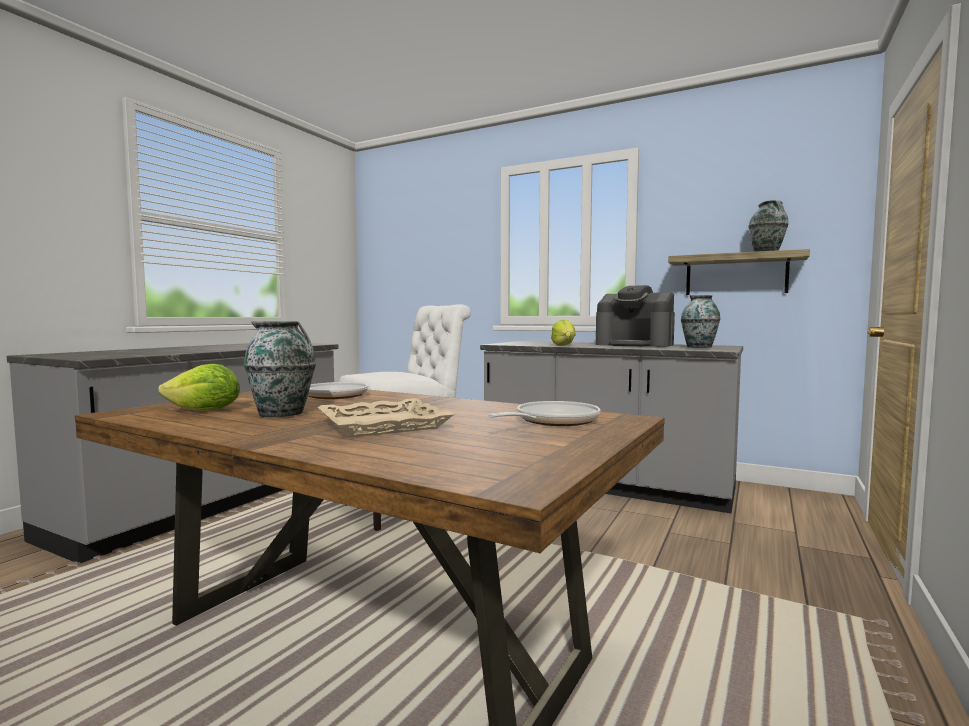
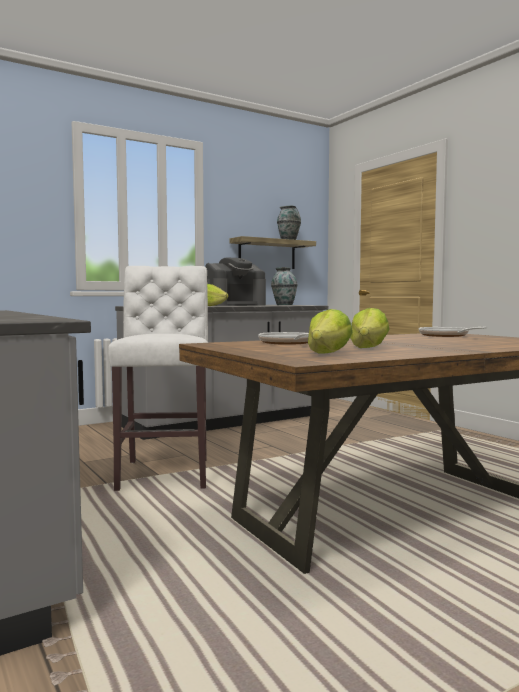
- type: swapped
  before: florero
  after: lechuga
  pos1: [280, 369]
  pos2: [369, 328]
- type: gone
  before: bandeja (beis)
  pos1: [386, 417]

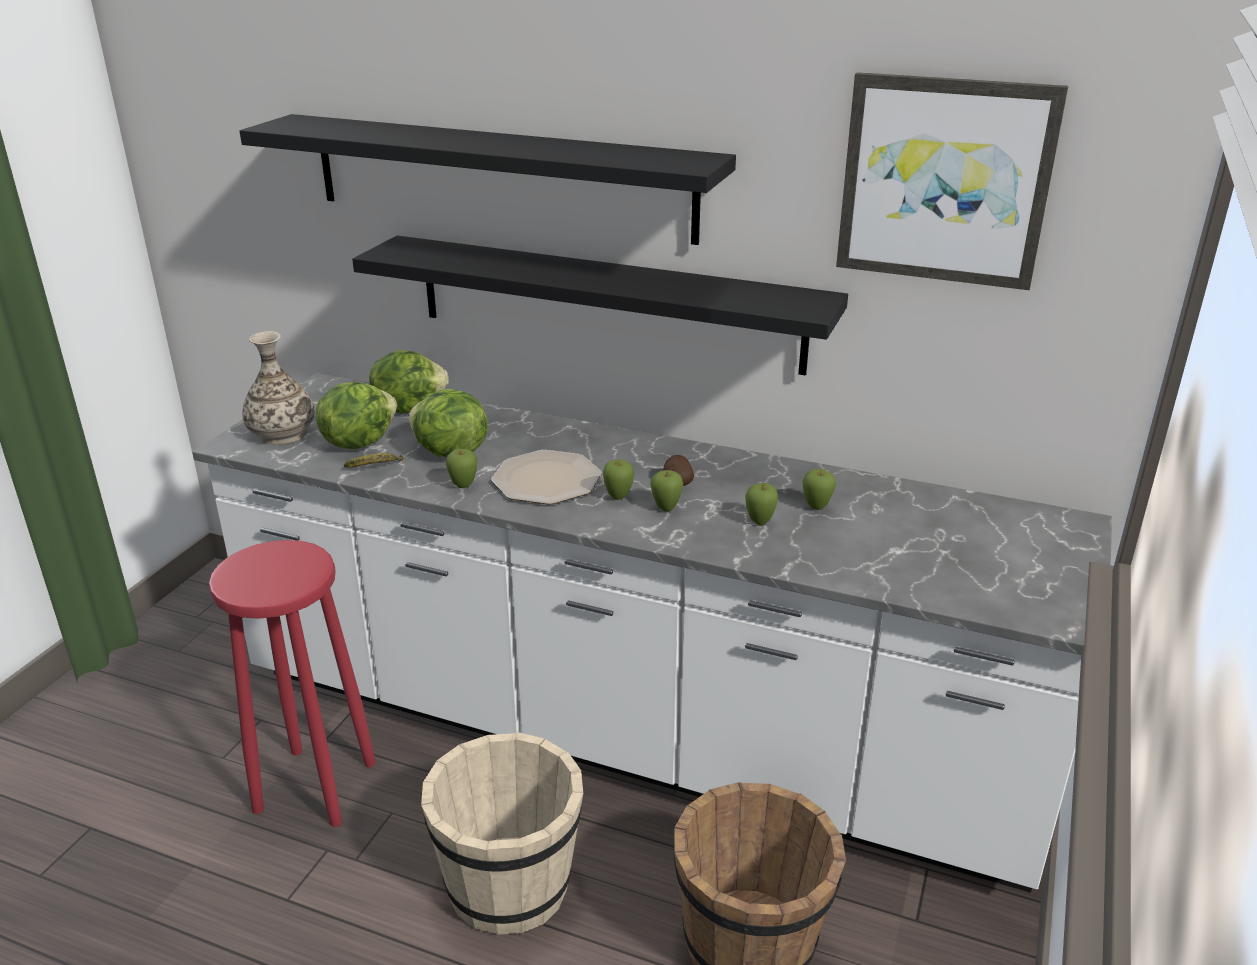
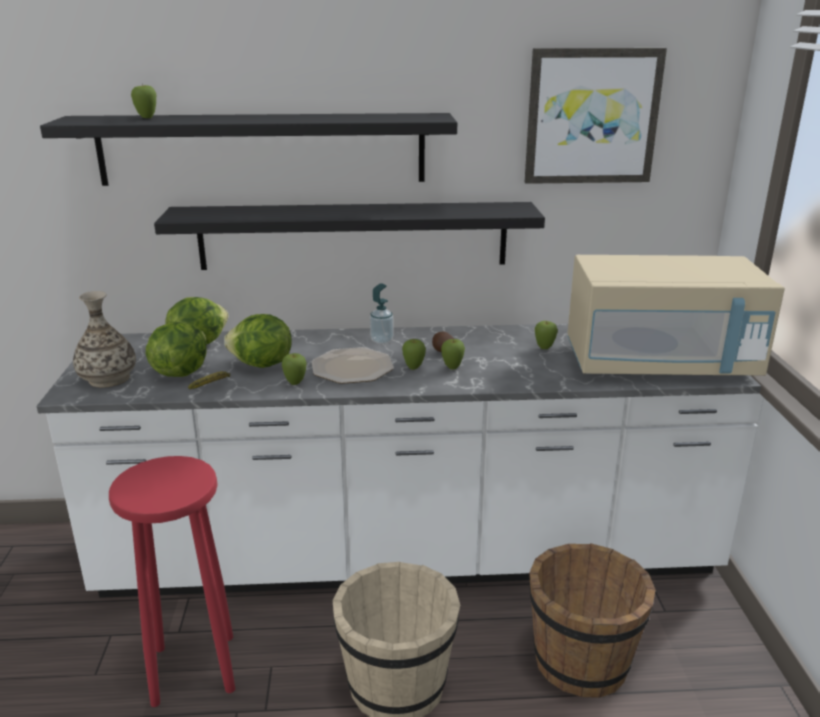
- type: shifted
  before: manzana
  pos1: [761, 504]
  pos2: [143, 101]
- type: new
  after: dispensador de jabón
  pos2: [382, 313]
- type: new
  after: microondas (beis)
  pos2: [676, 315]

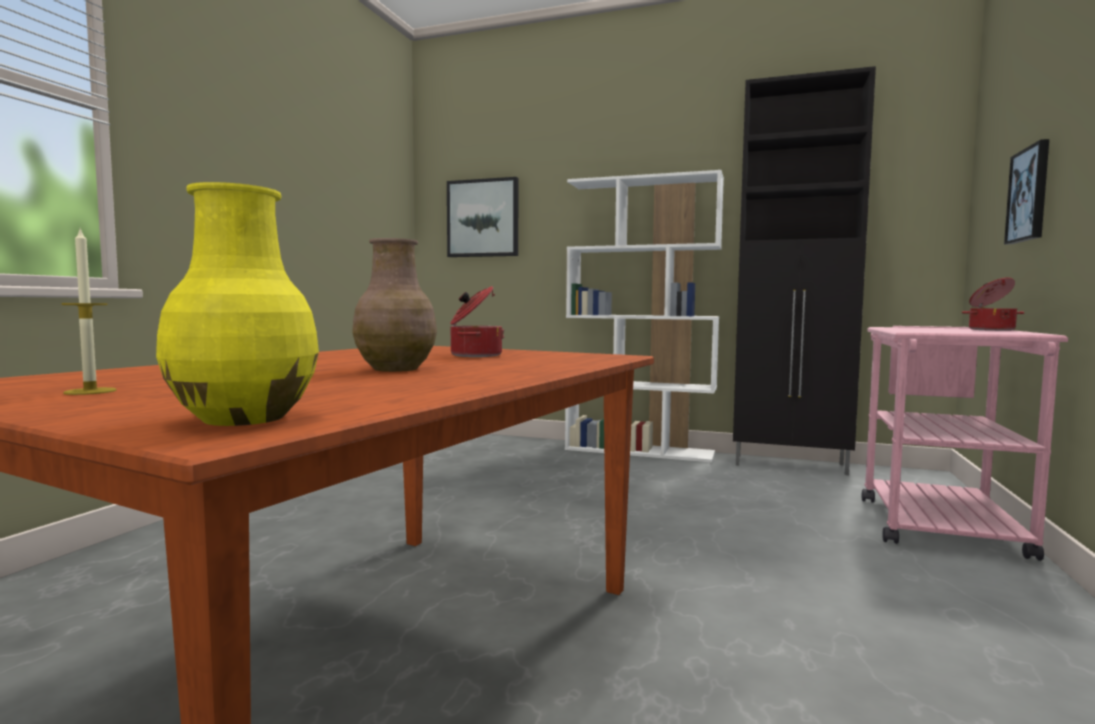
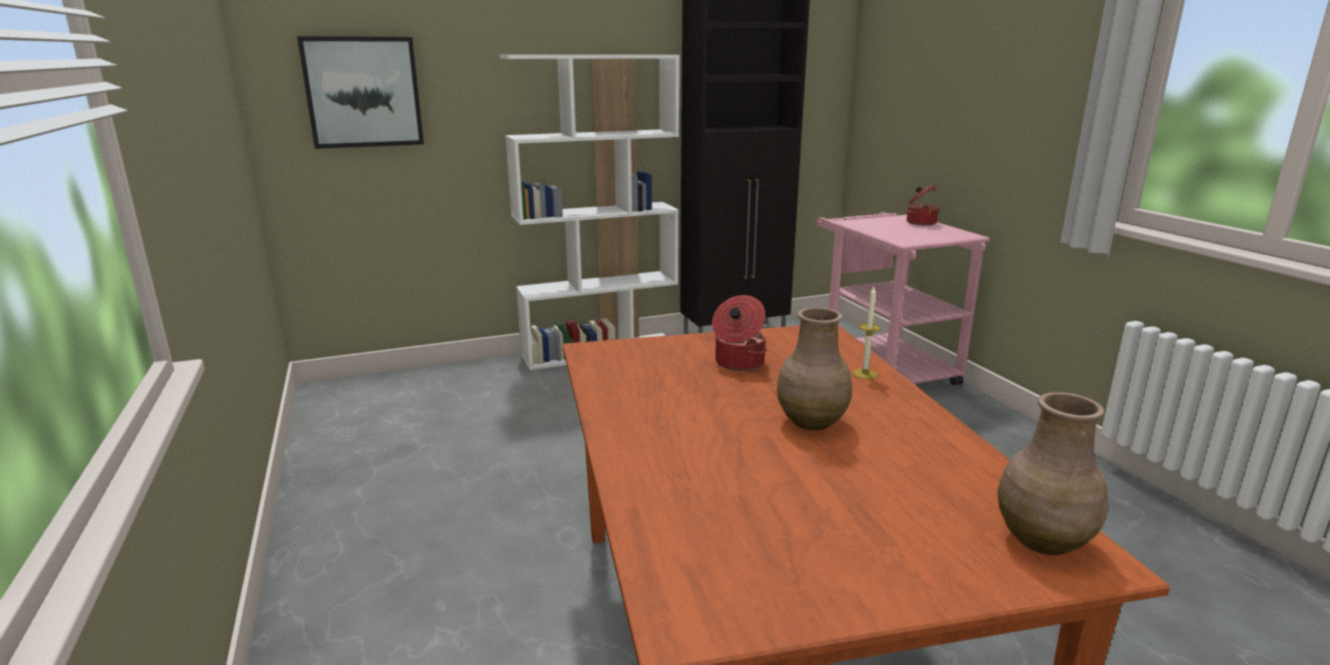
- type: shifted
  before: vela
  pos1: [89, 311]
  pos2: [867, 333]
- type: repainted
  before: florero (amarillo)
  after: florero (marrón)
  pos1: [237, 304]
  pos2: [1052, 473]
- type: gone
  before: cuadro
  pos1: [1026, 191]

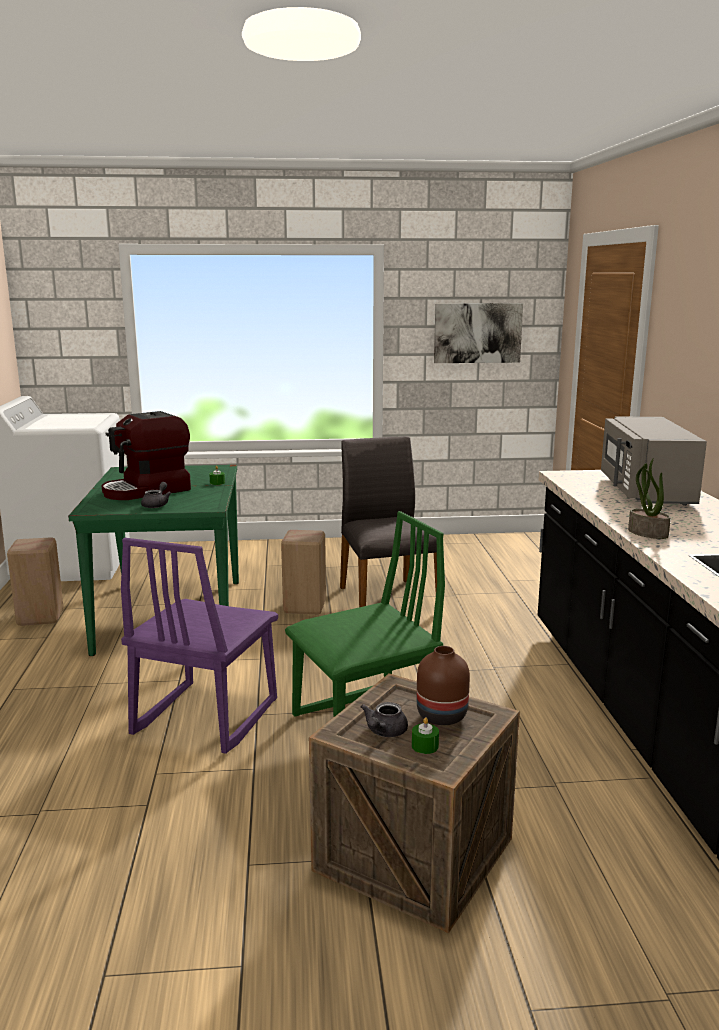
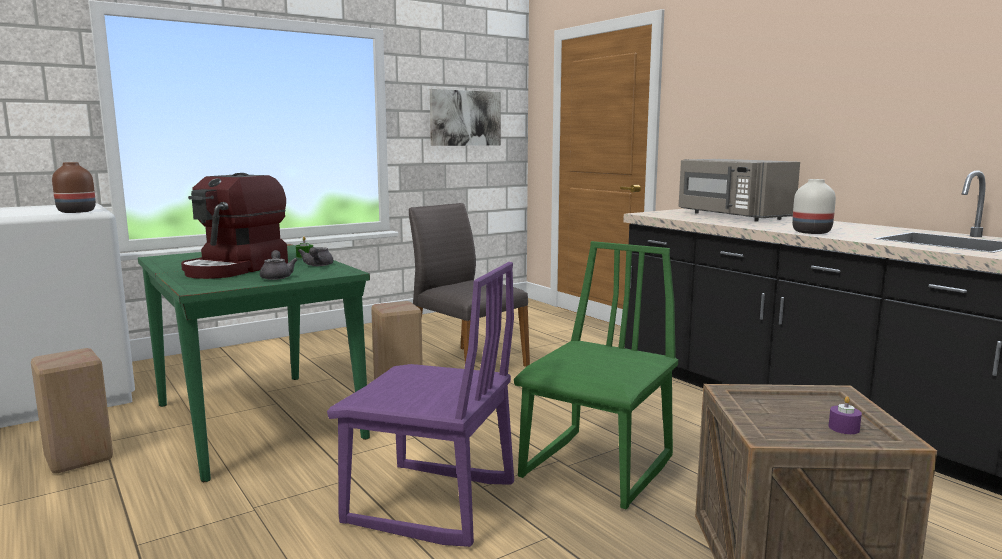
- type: shifted
  before: florero (marrón)
  pos1: [443, 685]
  pos2: [74, 187]
- type: shifted
  before: tetera (gris)
  pos1: [384, 719]
  pos2: [315, 256]
- type: rotated
  before: silla (morado)
  pos1: [199, 646]
  pos2: [420, 404]
  turn: -60
- type: swapped
  before: planta en maceta
  after: florero (blanco)
  pos1: [649, 498]
  pos2: [814, 206]
- type: repainted
  before: vela (verde)
  after: vela (morado)
  pos1: [425, 735]
  pos2: [845, 415]

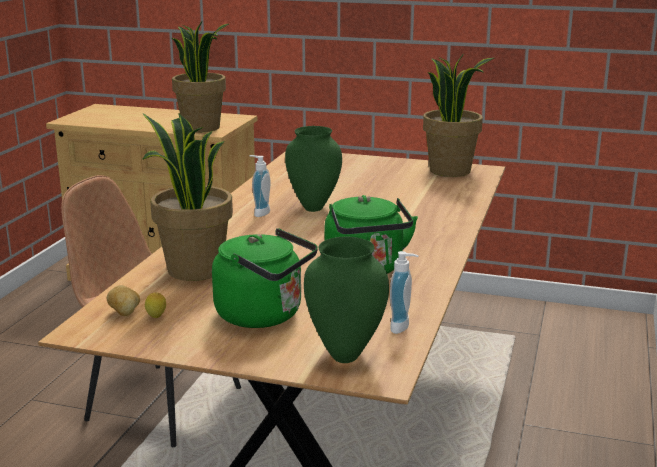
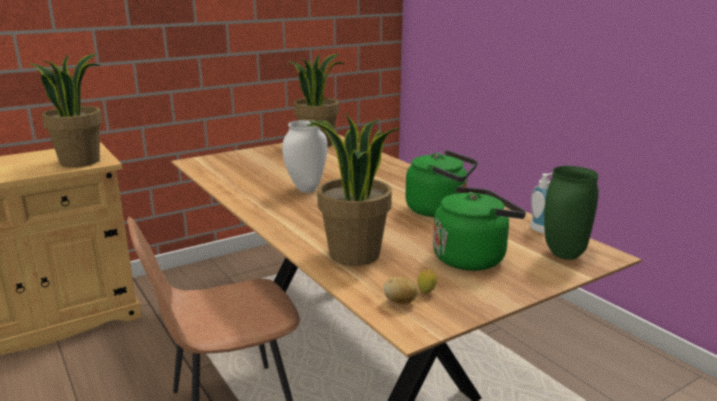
- type: repainted
  before: florero (verde)
  after: florero (blanco)
  pos1: [313, 169]
  pos2: [304, 156]
- type: gone
  before: dispensador de jabón
  pos1: [260, 186]

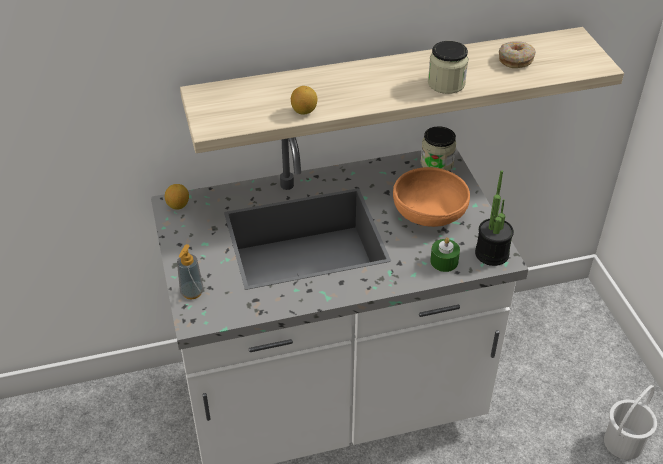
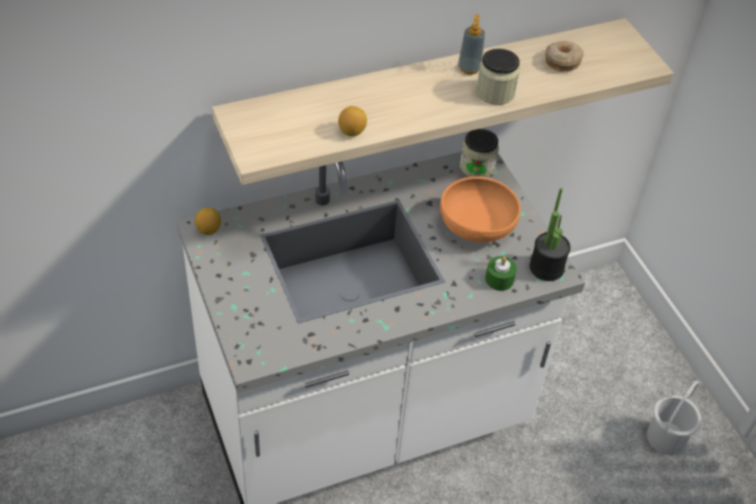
- type: shifted
  before: dispensador de jabón
  pos1: [190, 272]
  pos2: [471, 44]

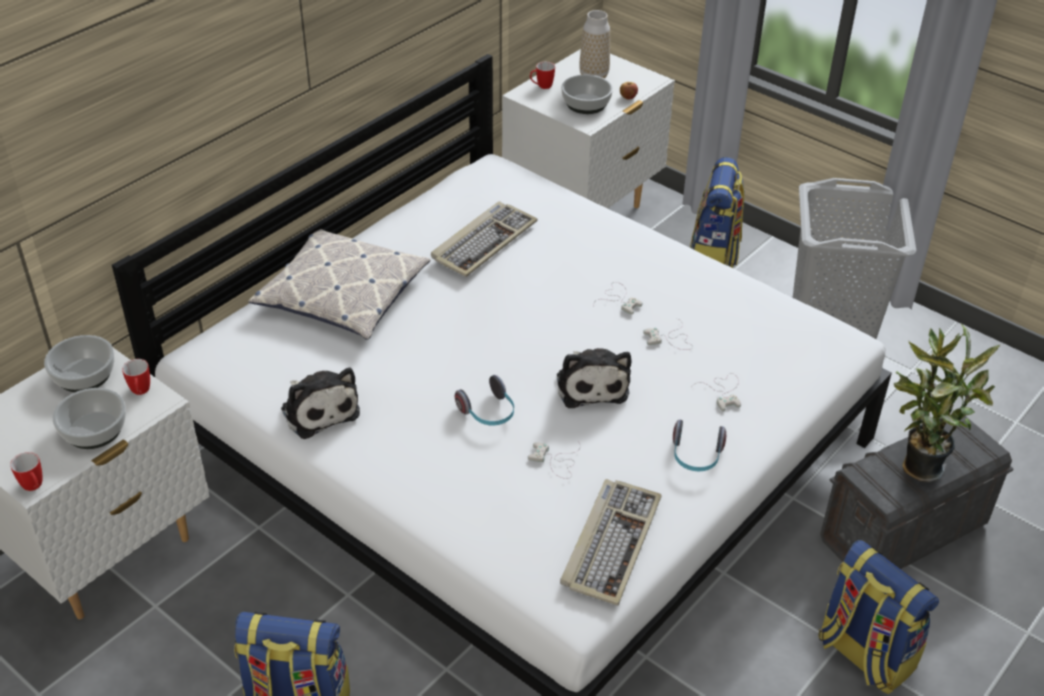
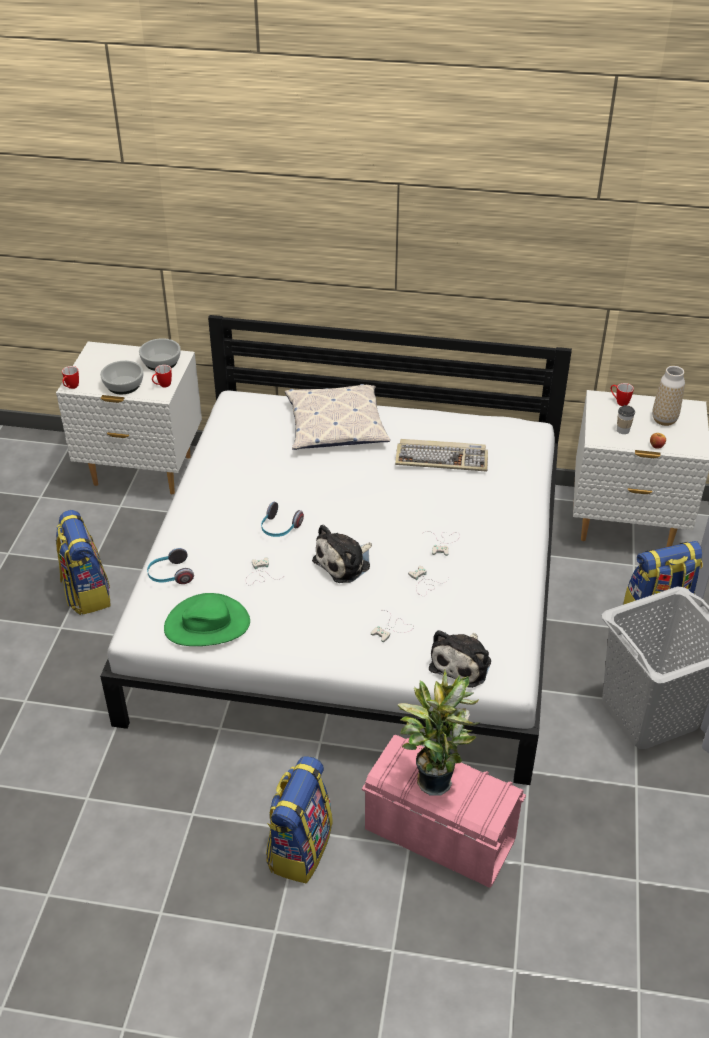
- type: shifted
  before: auriculares
  pos1: [699, 445]
  pos2: [170, 566]
- type: swapped
  before: teclado
  after: sombrero (verde)
  pos1: [611, 542]
  pos2: [207, 619]
- type: repainted
  before: caja de almacenaje (gris)
  after: caja de almacenaje (rosa)
  pos1: [916, 492]
  pos2: [444, 811]
- type: shifted
  before: peluche
  pos1: [320, 403]
  pos2: [460, 659]
- type: swapped
  before: cuenco
  after: taza
  pos1: [587, 94]
  pos2: [626, 419]

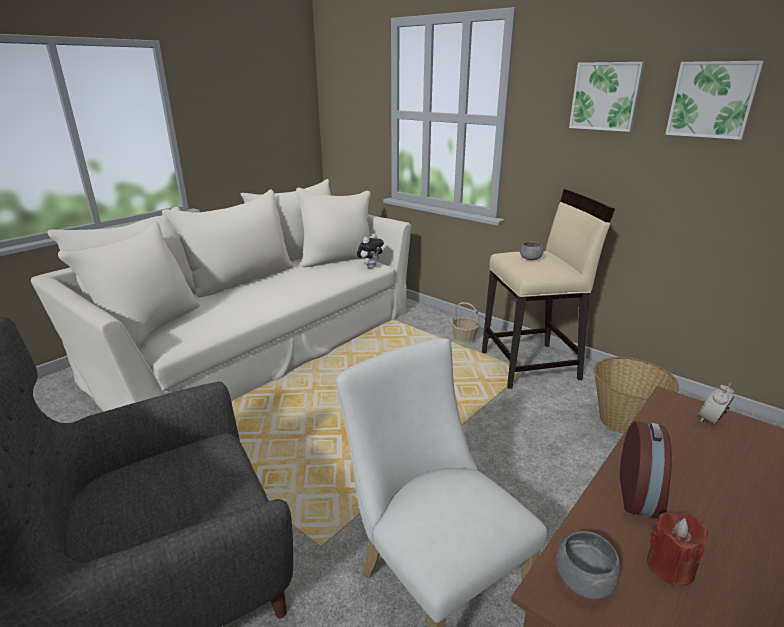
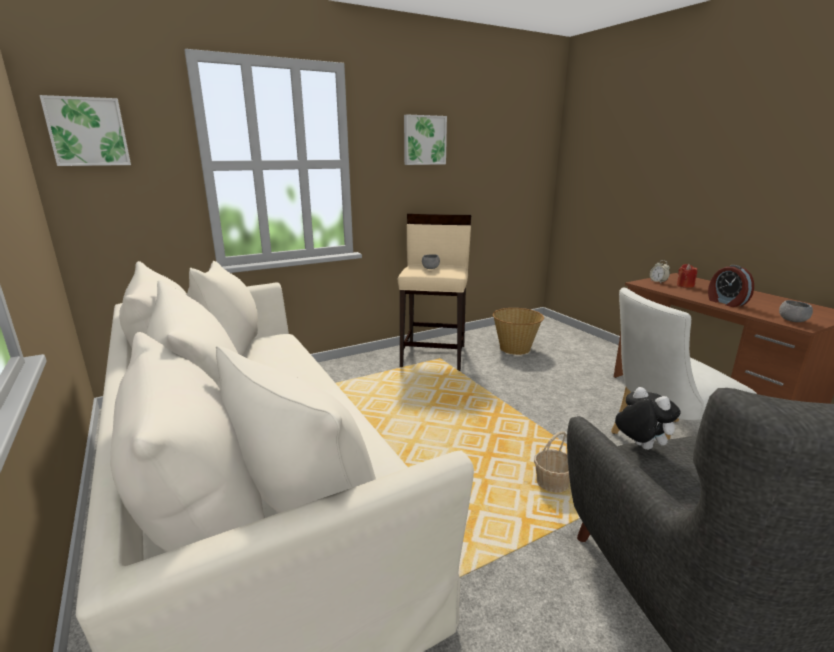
- type: shifted
  before: cuadro
  pos1: [715, 100]
  pos2: [85, 130]
- type: shifted
  before: cesta
  pos1: [466, 323]
  pos2: [552, 462]
- type: shifted
  before: peluche
  pos1: [370, 251]
  pos2: [648, 418]
- type: shifted
  before: vela (rojo)
  pos1: [678, 549]
  pos2: [687, 276]
- type: rotated
  before: despertador
  pos1: [646, 470]
  pos2: [731, 286]
  turn: -150

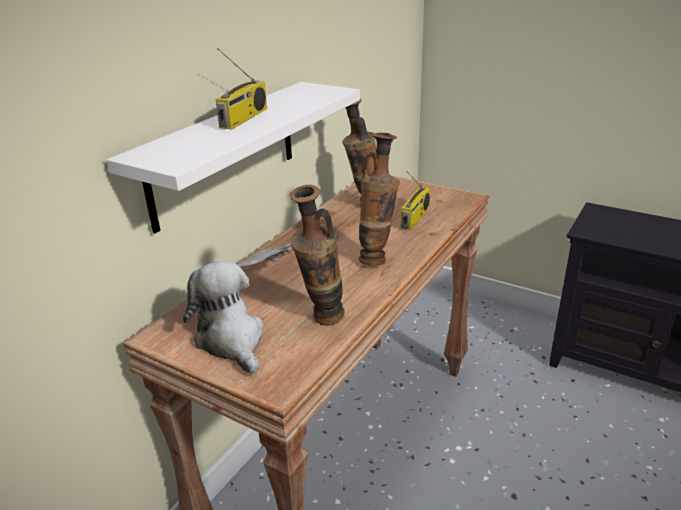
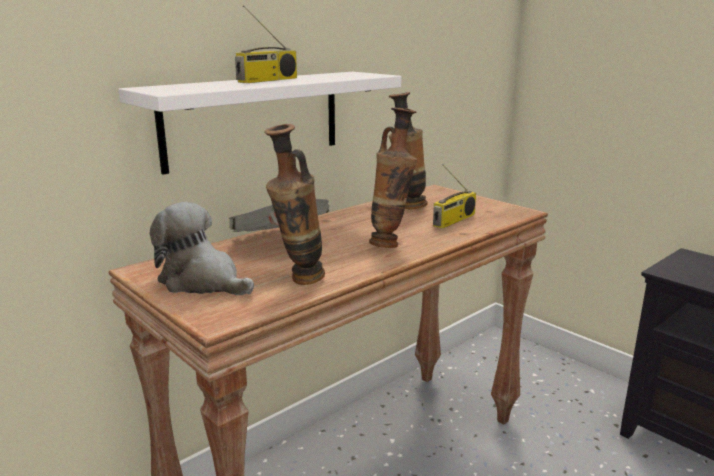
- type: rotated
  before: peluche
  pos1: [223, 317]
  pos2: [202, 248]
  turn: -45

